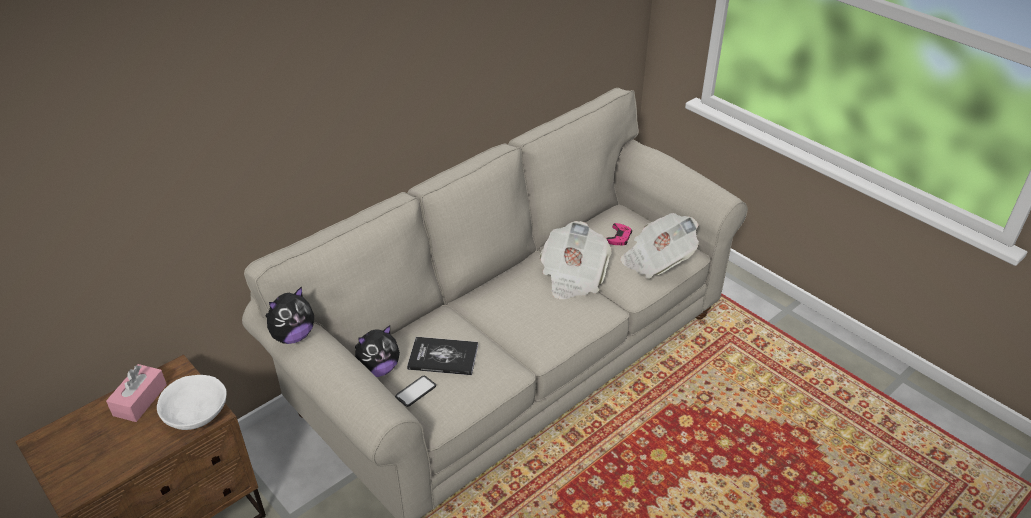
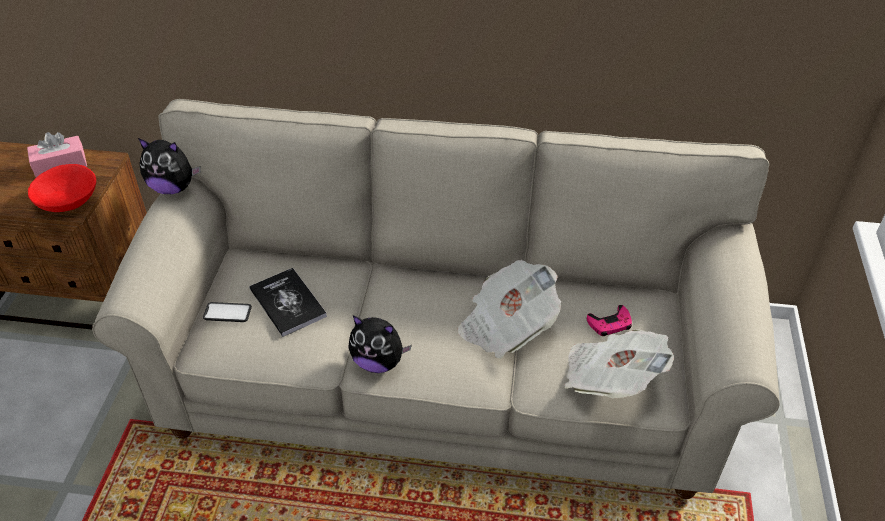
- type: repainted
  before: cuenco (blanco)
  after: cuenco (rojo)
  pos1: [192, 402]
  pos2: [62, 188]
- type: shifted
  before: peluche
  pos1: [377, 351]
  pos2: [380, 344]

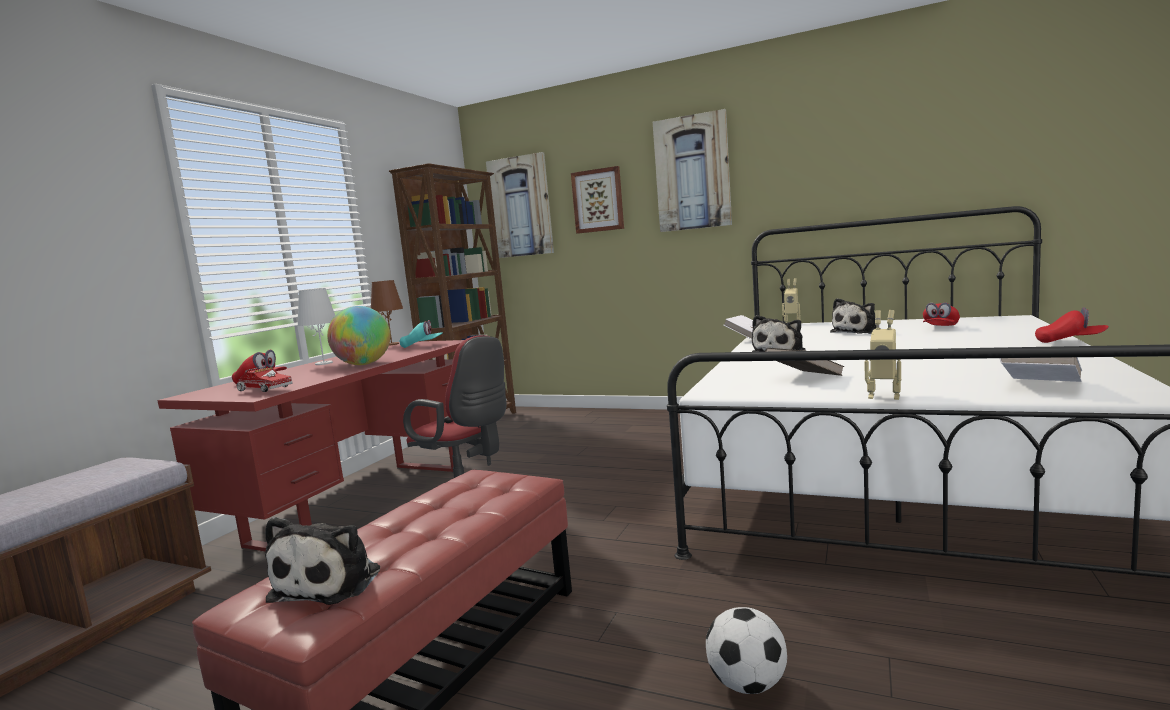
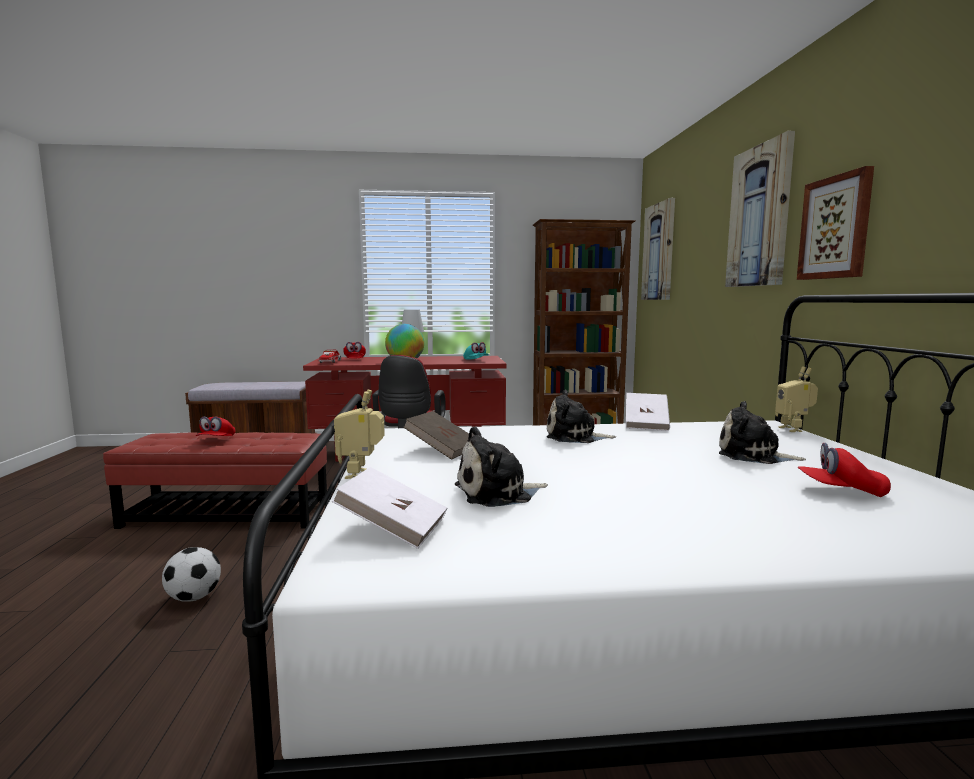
- type: shifted
  before: gorra (rojo)
  pos1: [1072, 325]
  pos2: [215, 426]
- type: shifted
  before: peluche
  pos1: [322, 561]
  pos2: [501, 466]
- type: shifted
  before: cuadro
  pos1: [597, 200]
  pos2: [835, 223]
- type: gone
  before: lámpara de mesa (marrón)
  pos1: [387, 313]

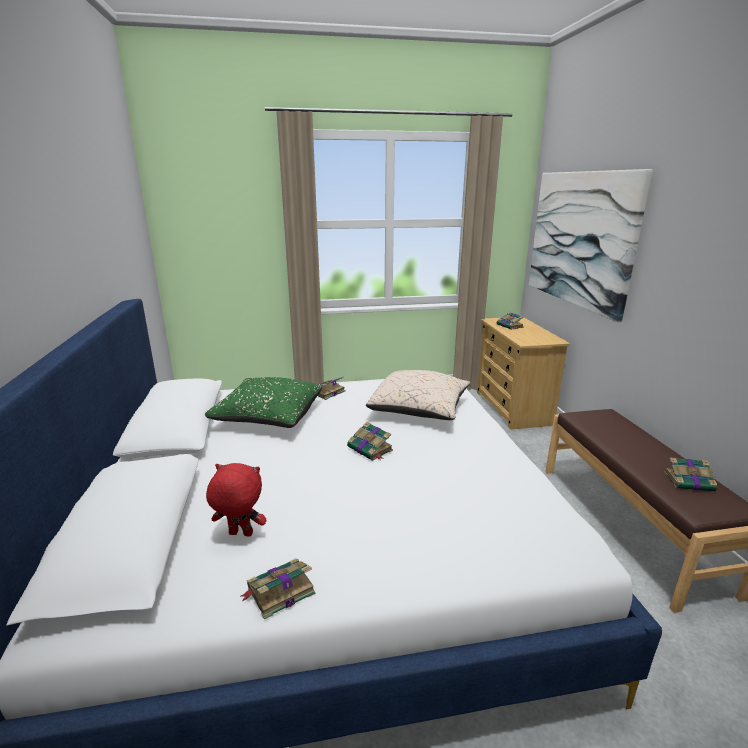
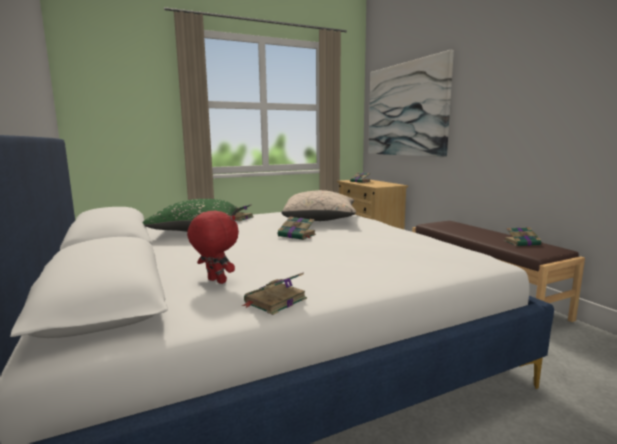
- type: rotated
  before: peluche (rojo)
  pos1: [236, 499]
  pos2: [213, 247]
  turn: 45

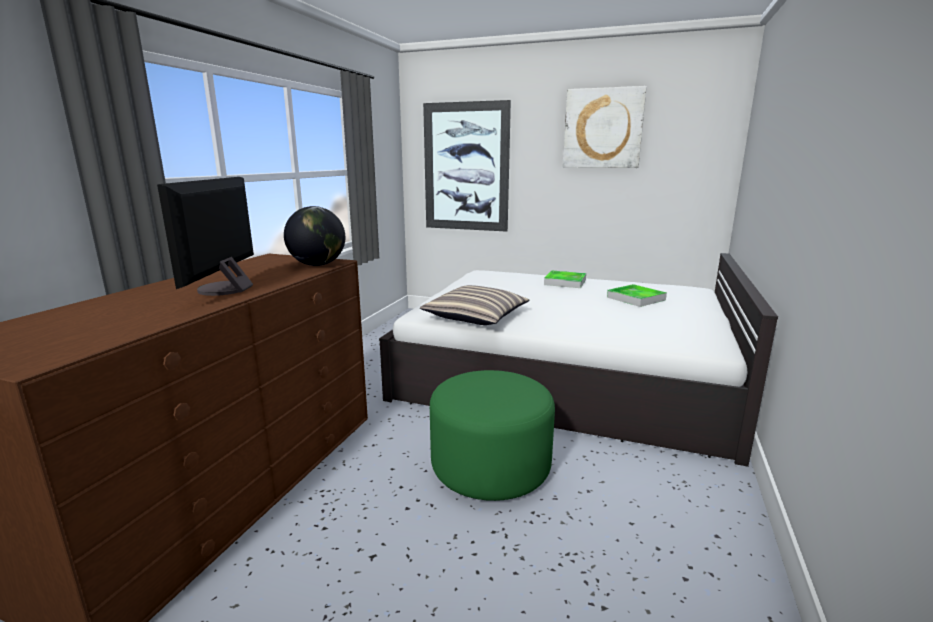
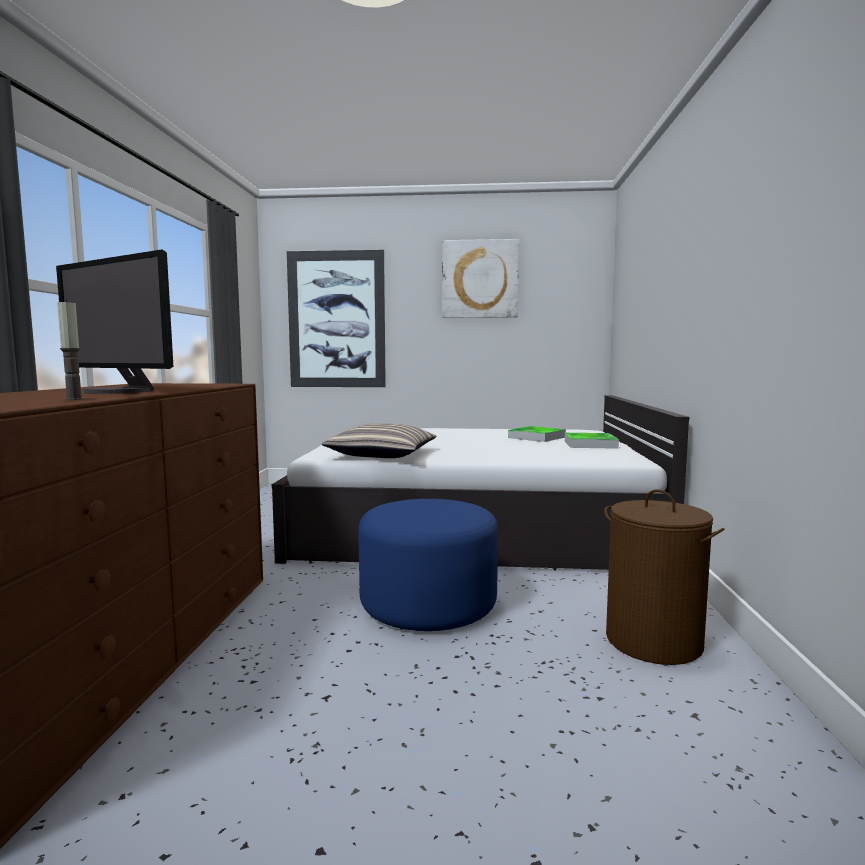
- type: rotated
  before: monitor
  pos1: [205, 236]
  pos2: [114, 321]
  turn: -45
- type: new
  after: vela
  pos2: [70, 349]
- type: repainted
  before: puf (verde)
  after: puf (azul)
  pos1: [492, 435]
  pos2: [428, 565]
- type: shifted
  before: bandeja
  pos1: [565, 279]
  pos2: [592, 441]
- type: new
  after: cesto de la ropa (marrón)
  pos2: [664, 577]
- type: gone
  before: globo terráqueo
  pos1: [314, 236]

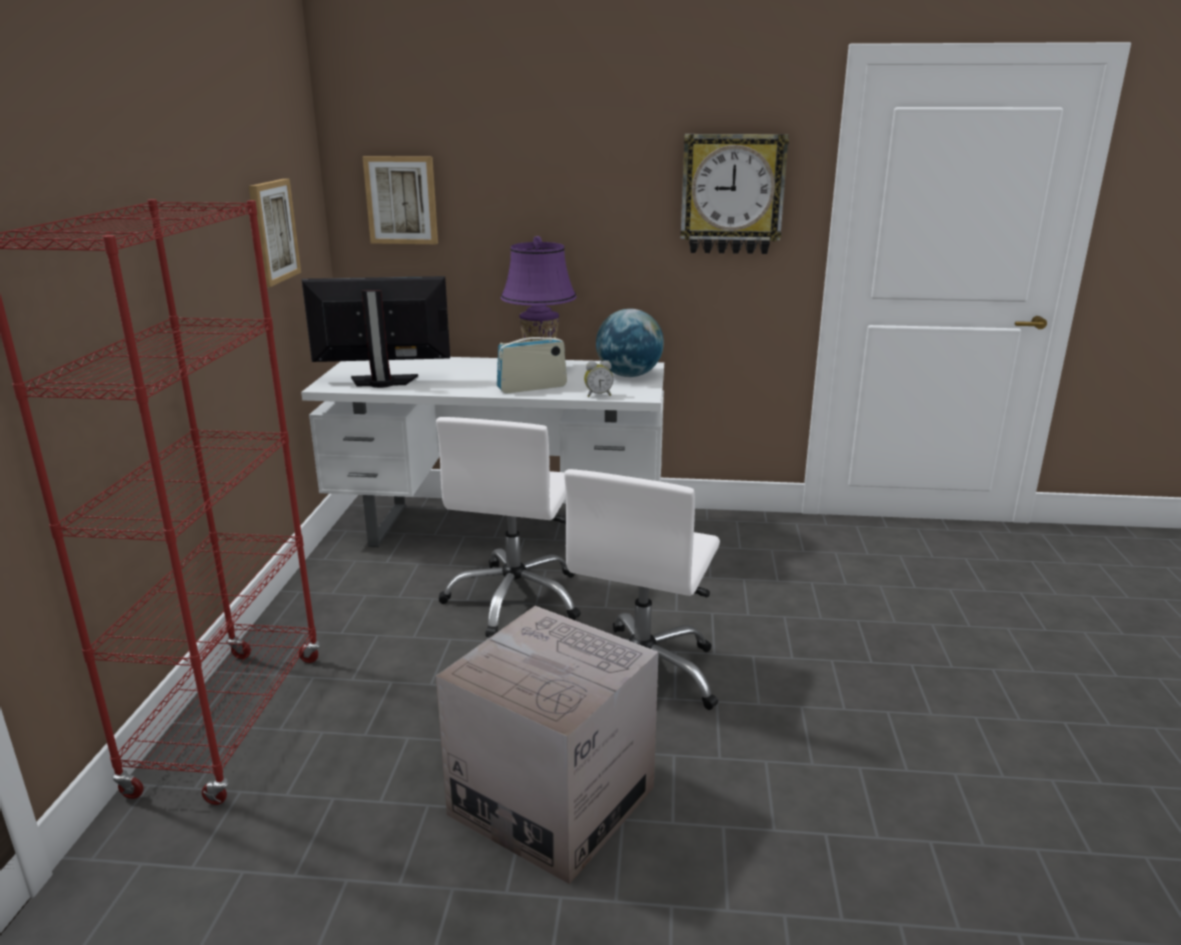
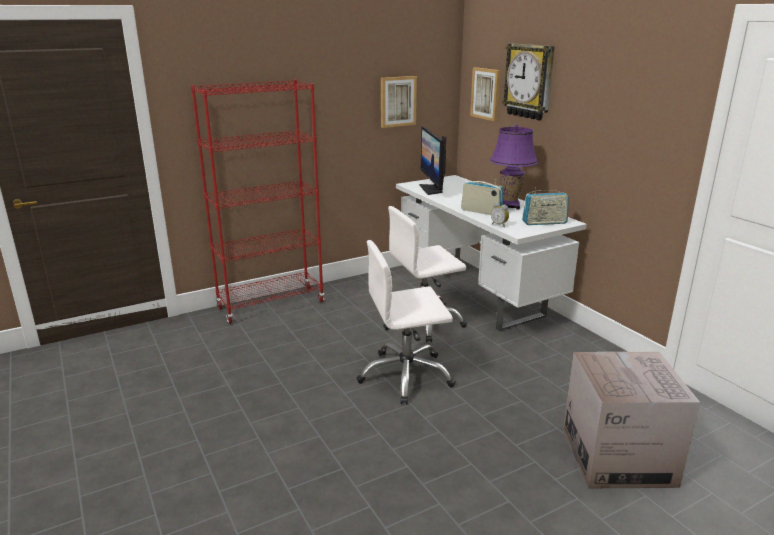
- type: rotated
  before: monitor
  pos1: [376, 332]
  pos2: [433, 161]
  turn: -150
- type: shifted
  before: reloj de pared
  pos1: [735, 194]
  pos2: [528, 82]
- type: swapped
  before: globo terráqueo
  after: radio
  pos1: [630, 343]
  pos2: [545, 206]
- type: shifted
  before: caja de cartón
  pos1: [547, 745]
  pos2: [631, 420]

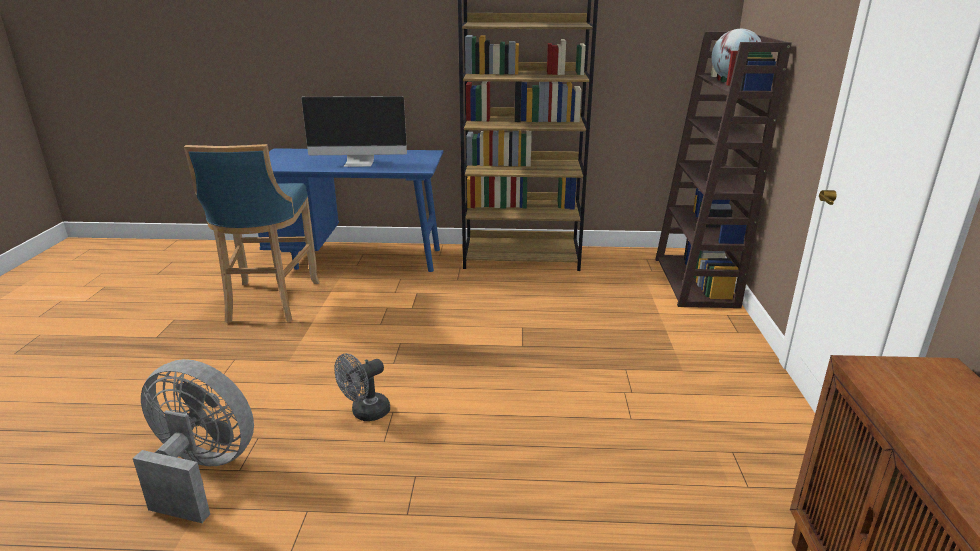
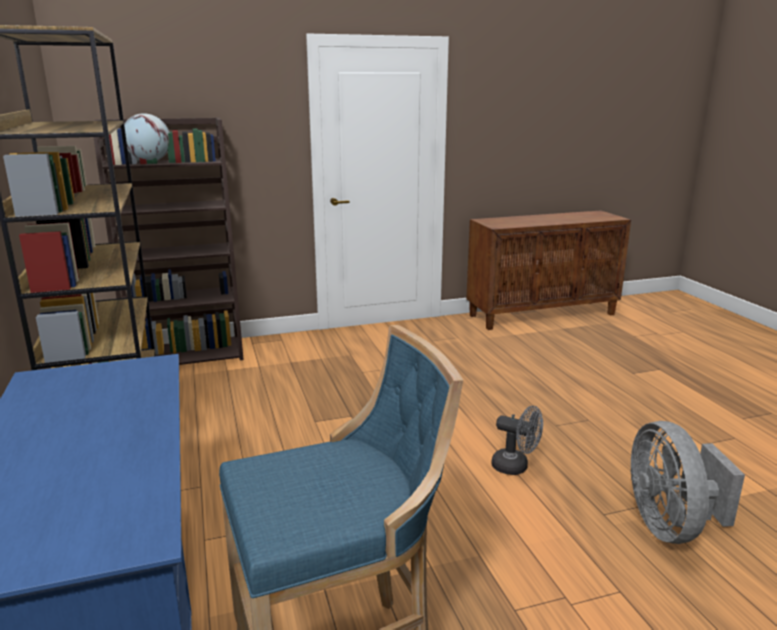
- type: gone
  before: monitor
  pos1: [354, 131]

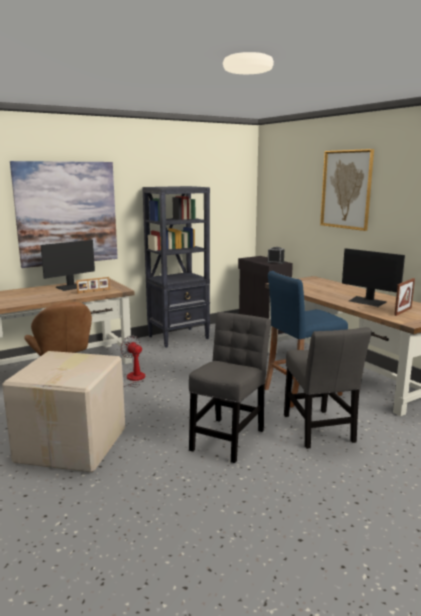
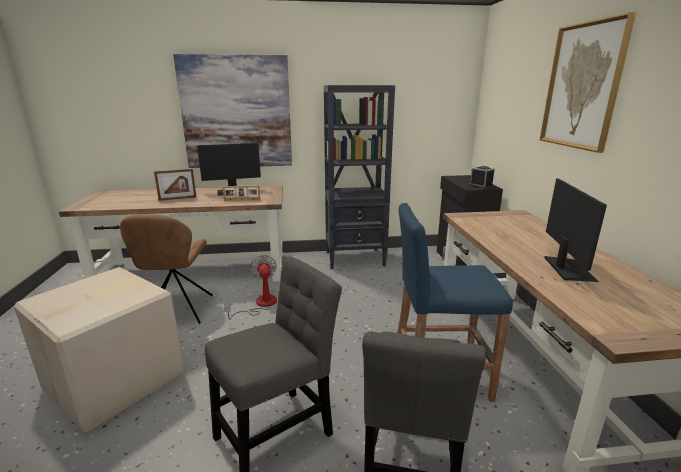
- type: shifted
  before: portarretratos
  pos1: [404, 297]
  pos2: [175, 185]
- type: rotated
  before: monitor
  pos1: [373, 277]
  pos2: [575, 230]
  turn: -150

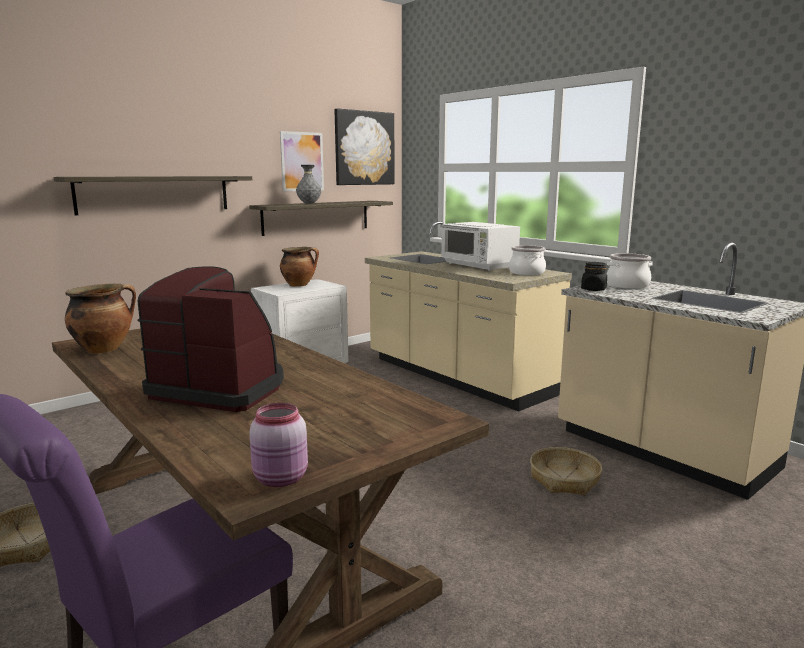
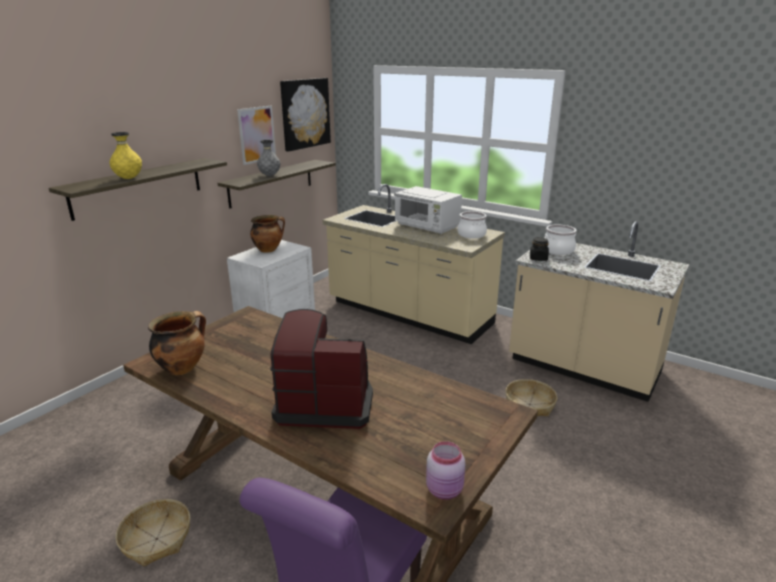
- type: new
  after: florero (amarillo)
  pos2: [125, 155]

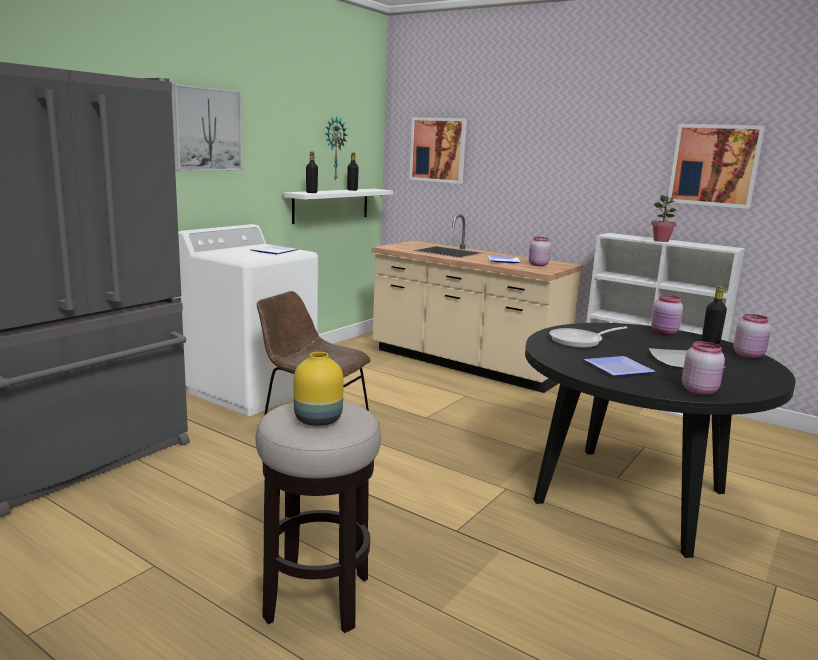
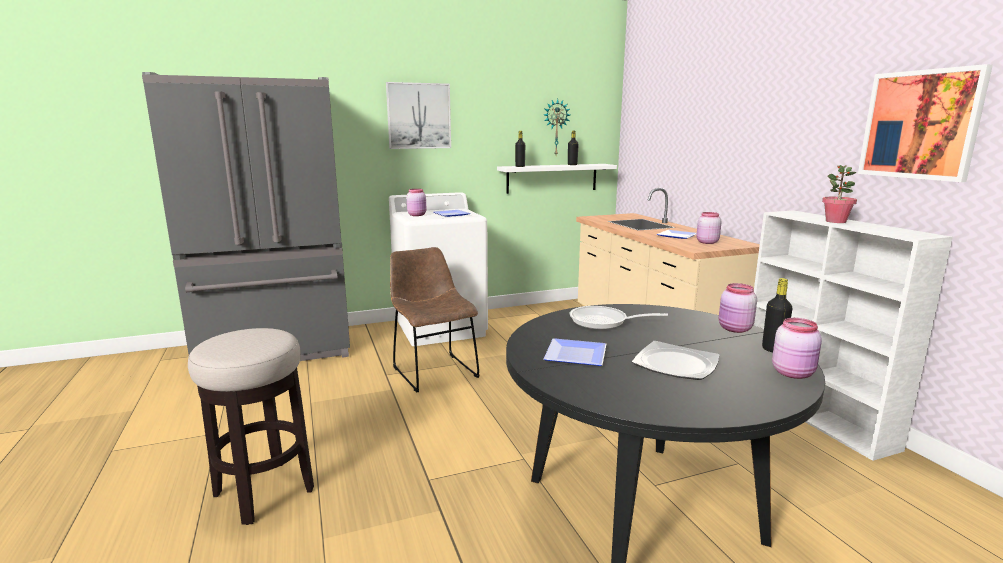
- type: shifted
  before: tarro (rosa)
  pos1: [703, 368]
  pos2: [416, 202]
- type: gone
  before: florero (amarillo)
  pos1: [319, 389]
- type: gone
  before: cuadro
  pos1: [438, 150]

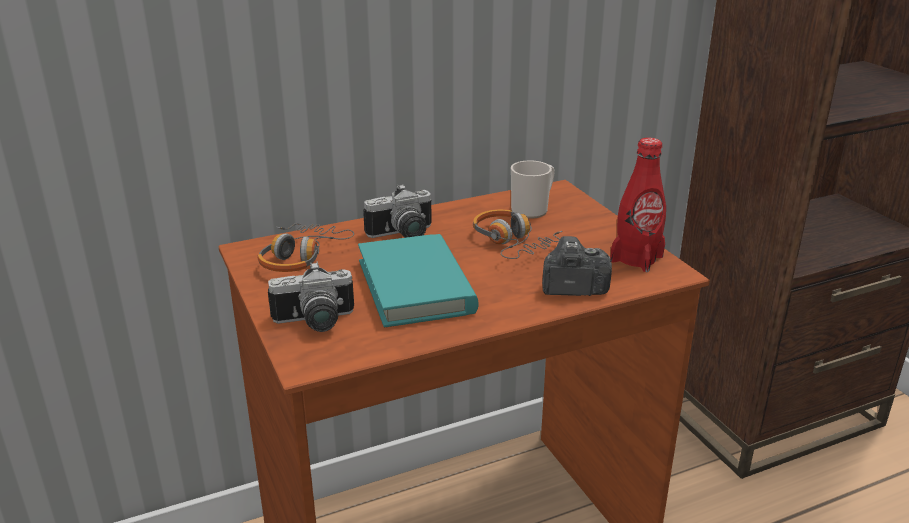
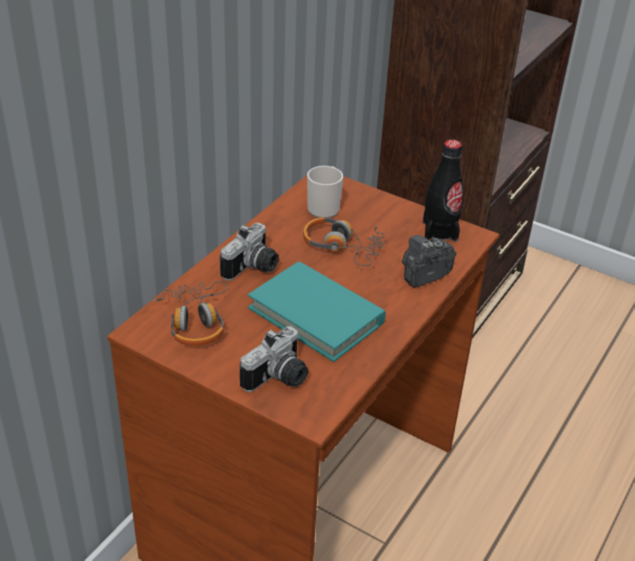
- type: repainted
  before: botella (rojo)
  after: botella (negro)
  pos1: [638, 205]
  pos2: [443, 191]

